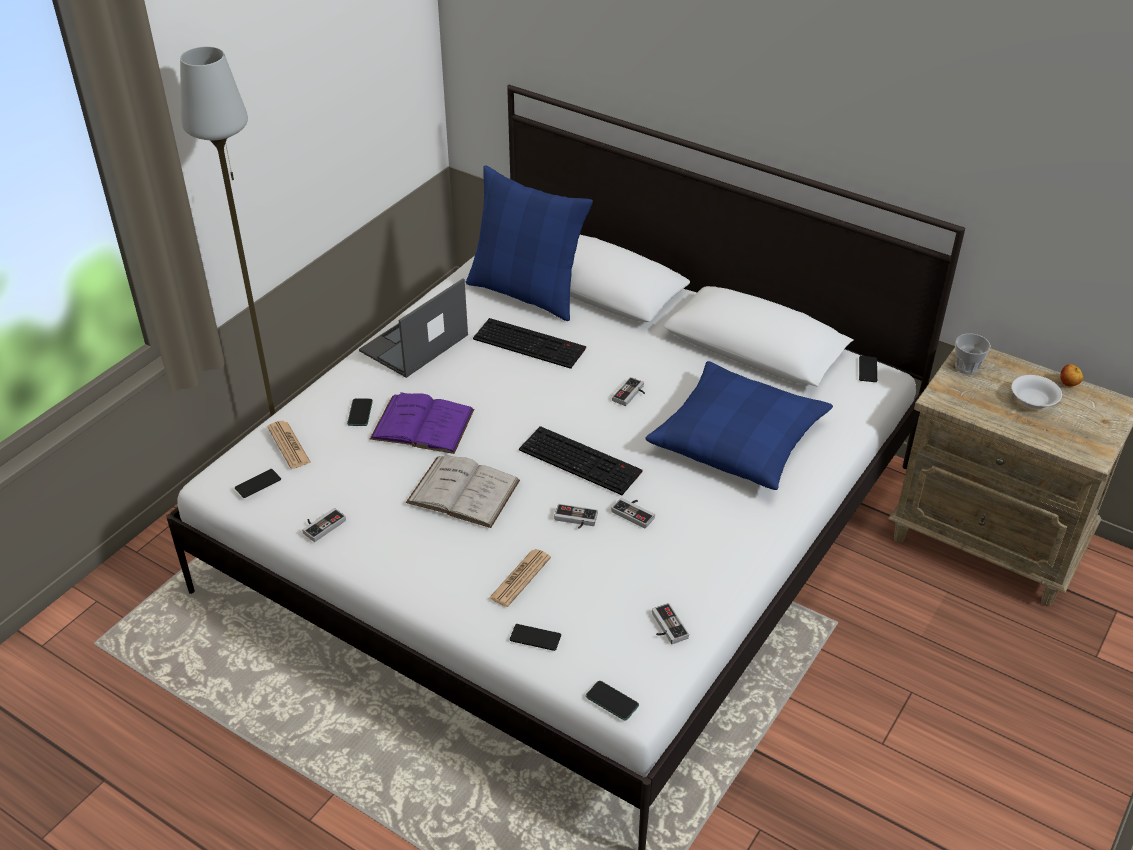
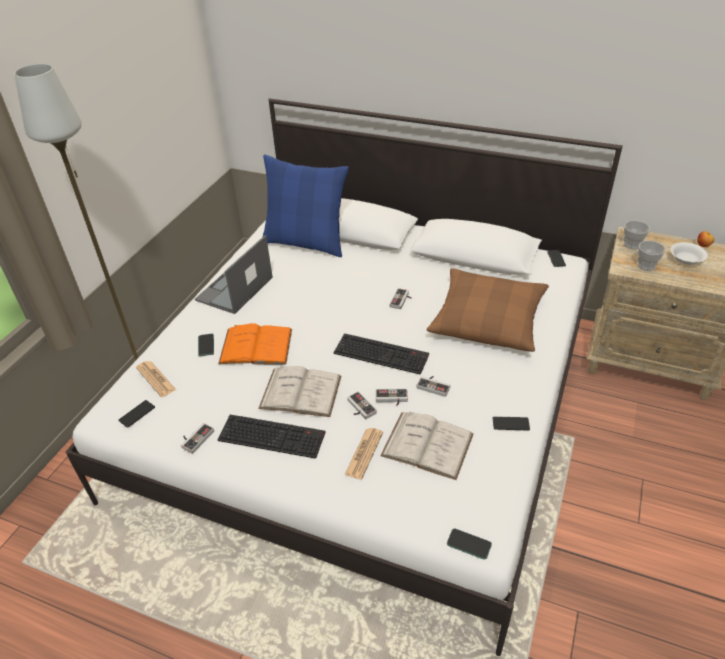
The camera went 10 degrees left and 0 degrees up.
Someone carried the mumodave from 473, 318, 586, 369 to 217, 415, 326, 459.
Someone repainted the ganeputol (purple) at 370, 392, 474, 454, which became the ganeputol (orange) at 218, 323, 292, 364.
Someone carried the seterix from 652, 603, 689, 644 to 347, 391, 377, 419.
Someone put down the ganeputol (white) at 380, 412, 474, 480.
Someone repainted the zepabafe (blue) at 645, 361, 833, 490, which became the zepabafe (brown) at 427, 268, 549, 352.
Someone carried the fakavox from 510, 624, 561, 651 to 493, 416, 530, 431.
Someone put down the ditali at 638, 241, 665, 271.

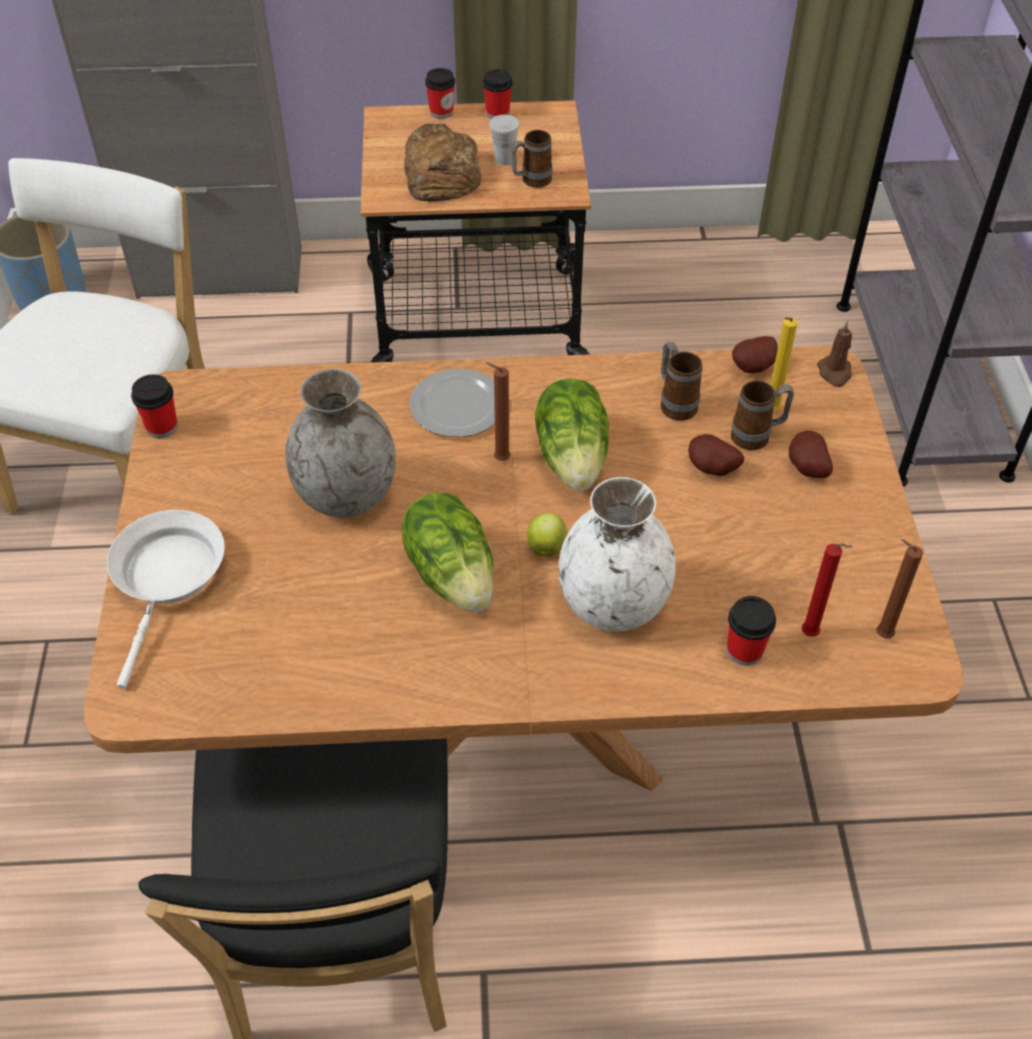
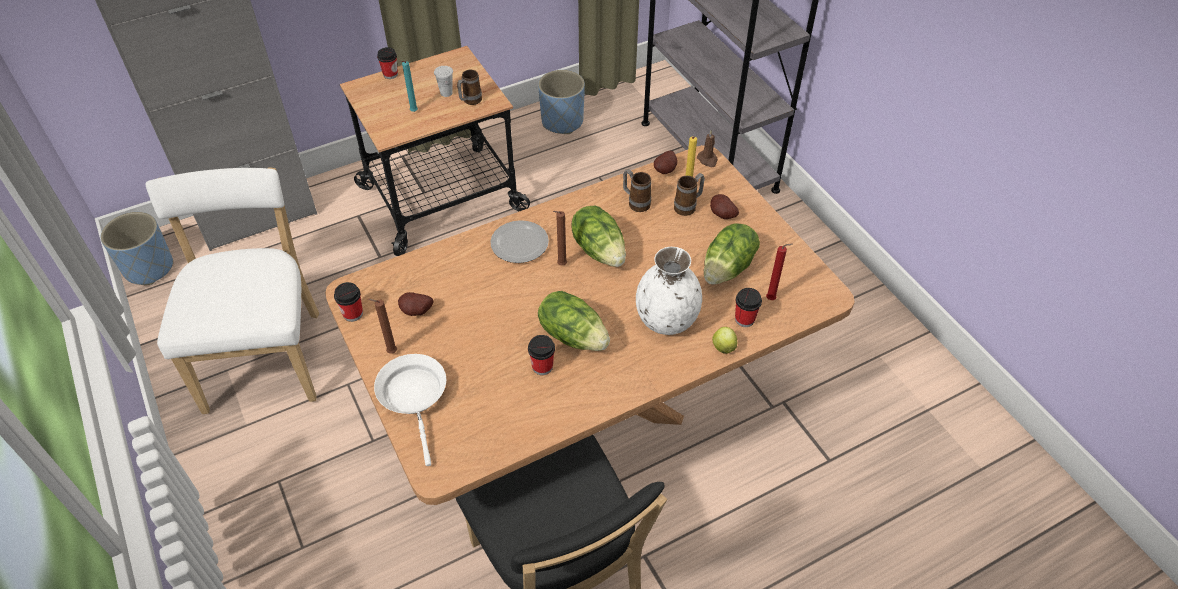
The camera went 25 degrees left and 0 degrees up.
Someone carried the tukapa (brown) from 876, 539, 923, 638 to 368, 299, 397, 354.
Someone carried the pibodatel from 688, 434, 744, 476 to 398, 292, 434, 316.
Someone swapped the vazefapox at 404, 124, 482, 201 for the tukapa (turquoise) at 401, 61, 418, 112.
Someone carried the ditali from 483, 69, 513, 119 to 528, 335, 555, 375.
Someone put down the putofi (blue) at 538, 70, 585, 134.
Someone put down the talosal at 704, 223, 760, 284.
Someone carried the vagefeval from 527, 513, 567, 557 to 712, 327, 737, 354.
Someone took away the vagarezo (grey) at 286, 369, 396, 518.

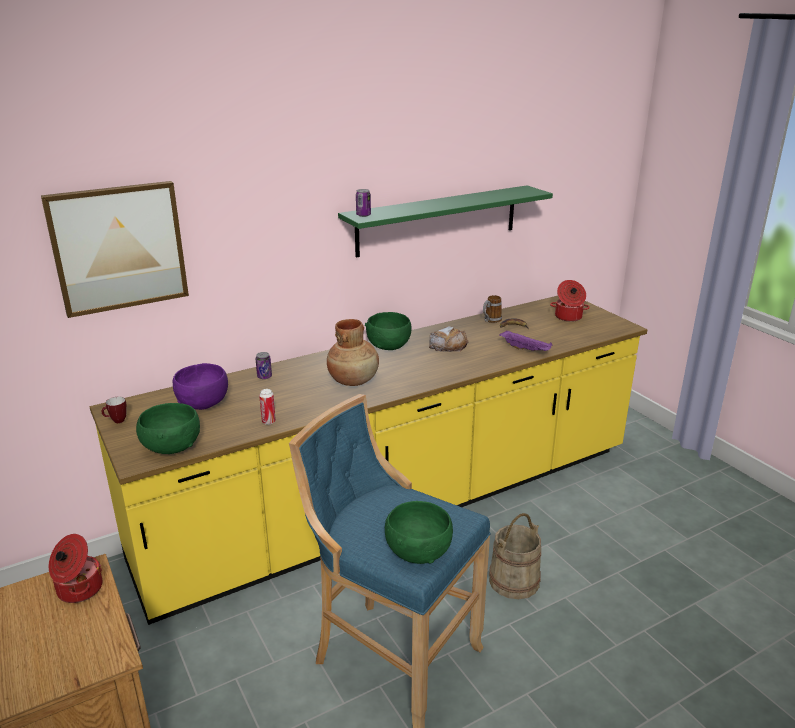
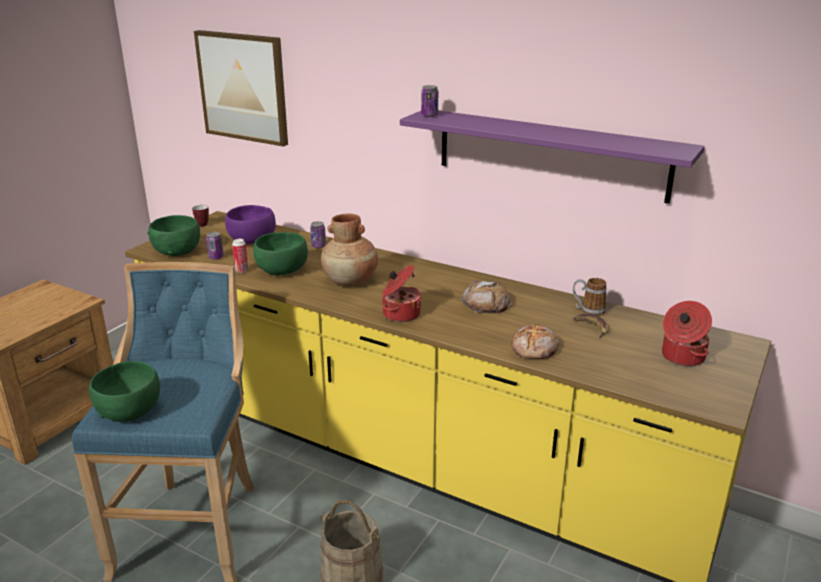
The camera went 60 degrees right and 0 degrees up.
Someone put down the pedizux at 206, 232, 224, 260.
Someone carried the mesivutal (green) from 365, 312, 412, 350 to 253, 232, 308, 276.
Someone carried the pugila from 49, 534, 102, 603 to 382, 265, 421, 322.
Someone repainted the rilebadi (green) at 338, 185, 553, 258, which became the rilebadi (purple) at 400, 111, 705, 204.
Someone swapped the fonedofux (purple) at 499, 330, 552, 351 for the vazefapox at 511, 324, 559, 359.

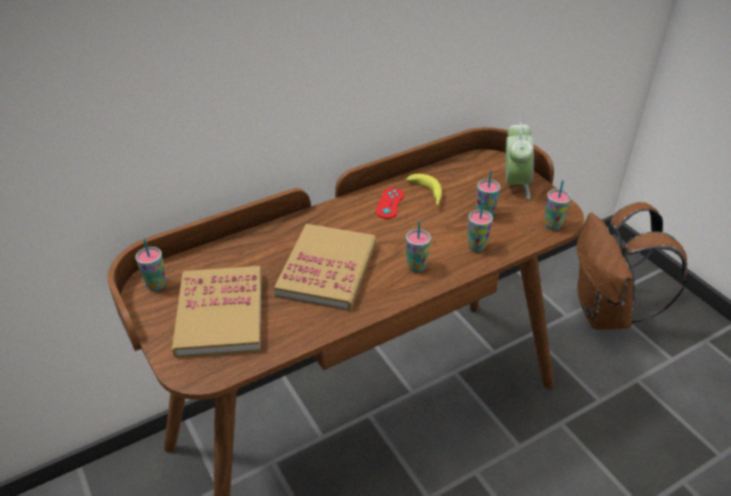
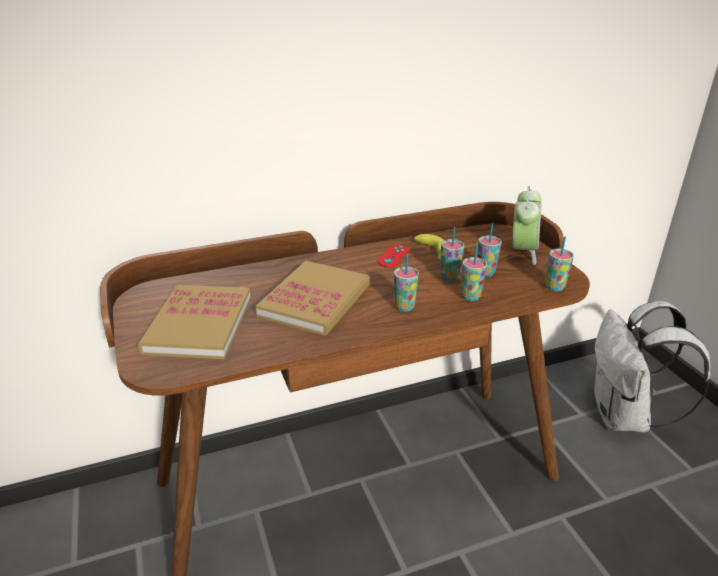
The camera went 10 degrees right and 10 degrees down.
Someone carried the ditali from 135, 239, 166, 291 to 441, 227, 465, 281.
Someone repainted the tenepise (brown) at 577, 202, 687, 330, which became the tenepise (white) at 594, 301, 711, 432.

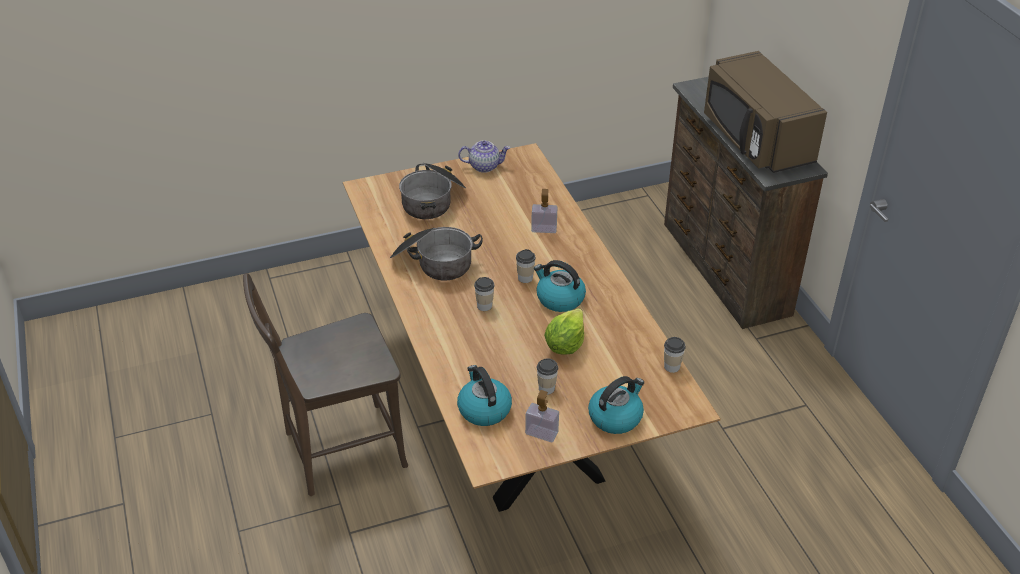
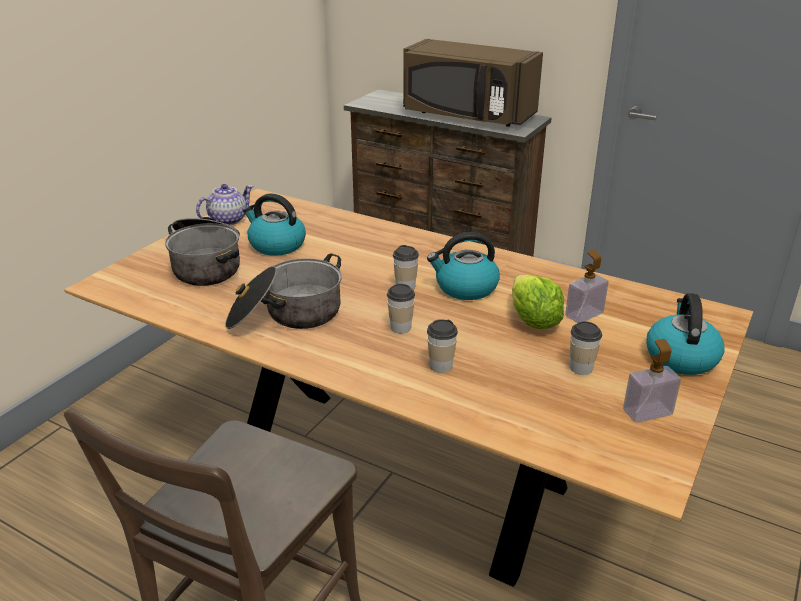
The camera went 40 degrees left and 10 degrees down.
Someone carried the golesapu from 457, 365, 512, 426 to 243, 193, 306, 256.
Someone carried the ditali from 664, 337, 686, 373 to 427, 319, 458, 373.
Someone carried the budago from 531, 189, 557, 233 to 565, 250, 608, 323.

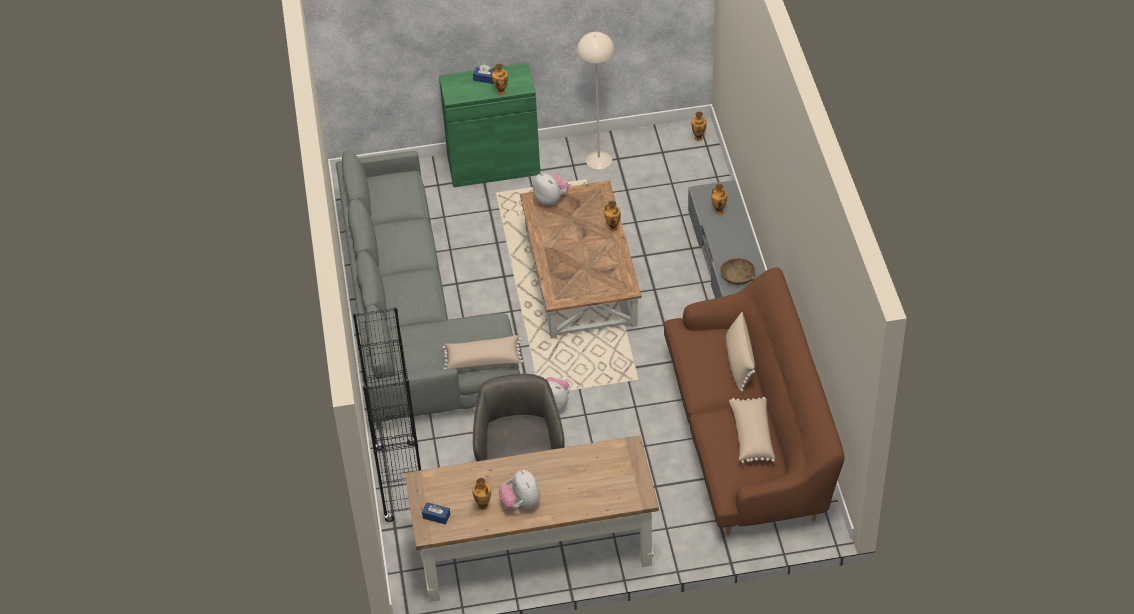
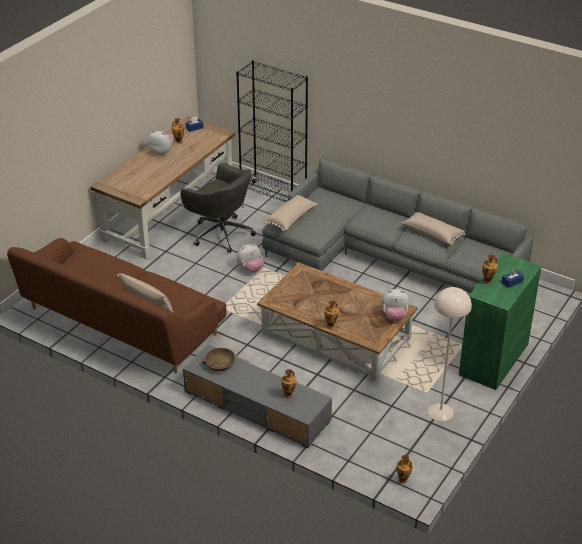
The camera went 130 degrees right and 10 degrees down.
Someone carried the zepabafe (beige) from 729, 397, 775, 464 to 402, 212, 465, 245.

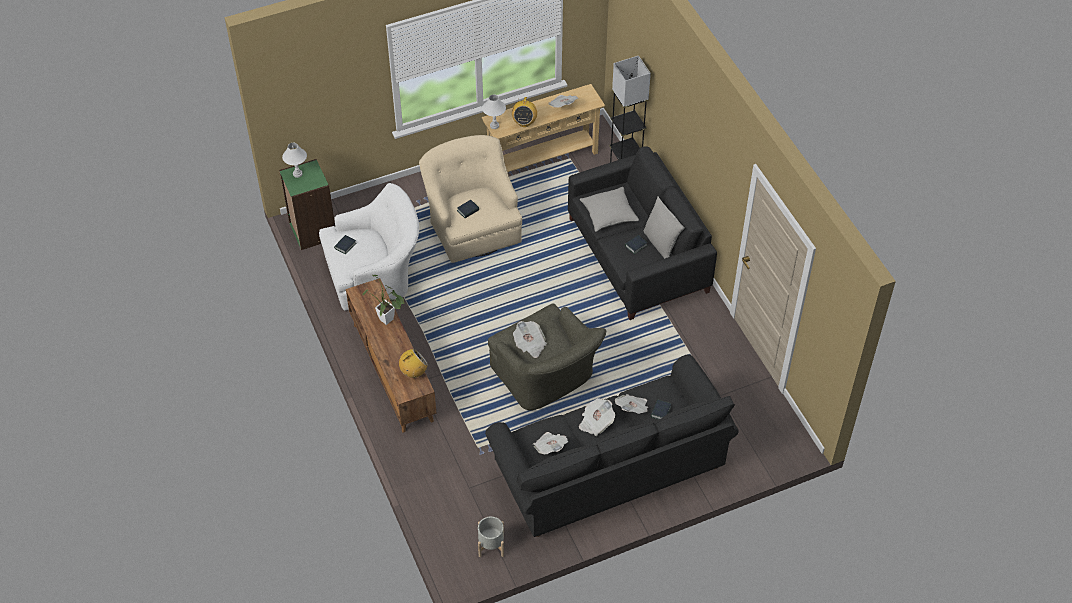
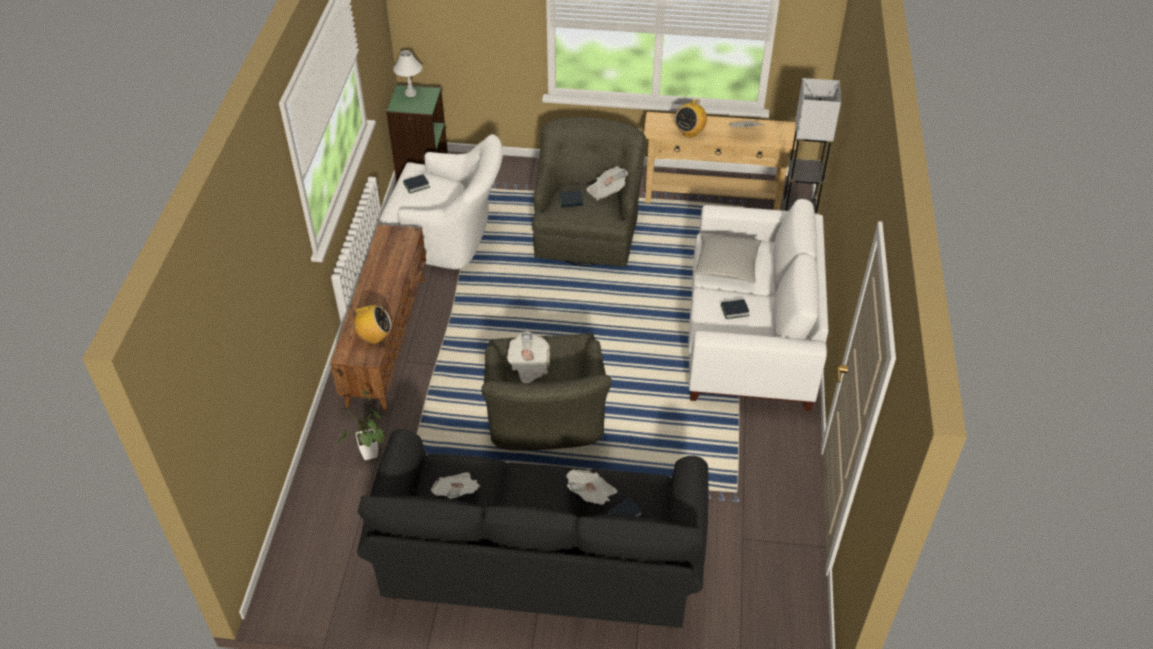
The camera went 30 degrees right and 5 degrees down.
Someone carried the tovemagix from 362, 275, 405, 325 to 337, 390, 384, 460.
Someone repainted the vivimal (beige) at 419, 135, 522, 263, which became the vivimal (green) at 532, 117, 646, 267.
Someone carried the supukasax from 579, 398, 615, 436 to 587, 166, 628, 201.
Someone repainted the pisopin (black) at 568, 146, 717, 320, which became the pisopin (white) at 688, 199, 828, 411.
Someone took away the putofi (grey) at 478, 516, 504, 557.
Someone took away the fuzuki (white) at 482, 94, 506, 129.
Someone took away the zepabafe (grey) at 643, 197, 685, 259.

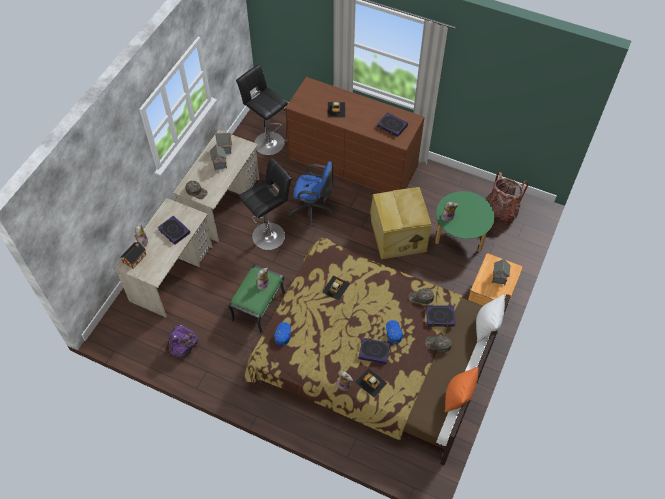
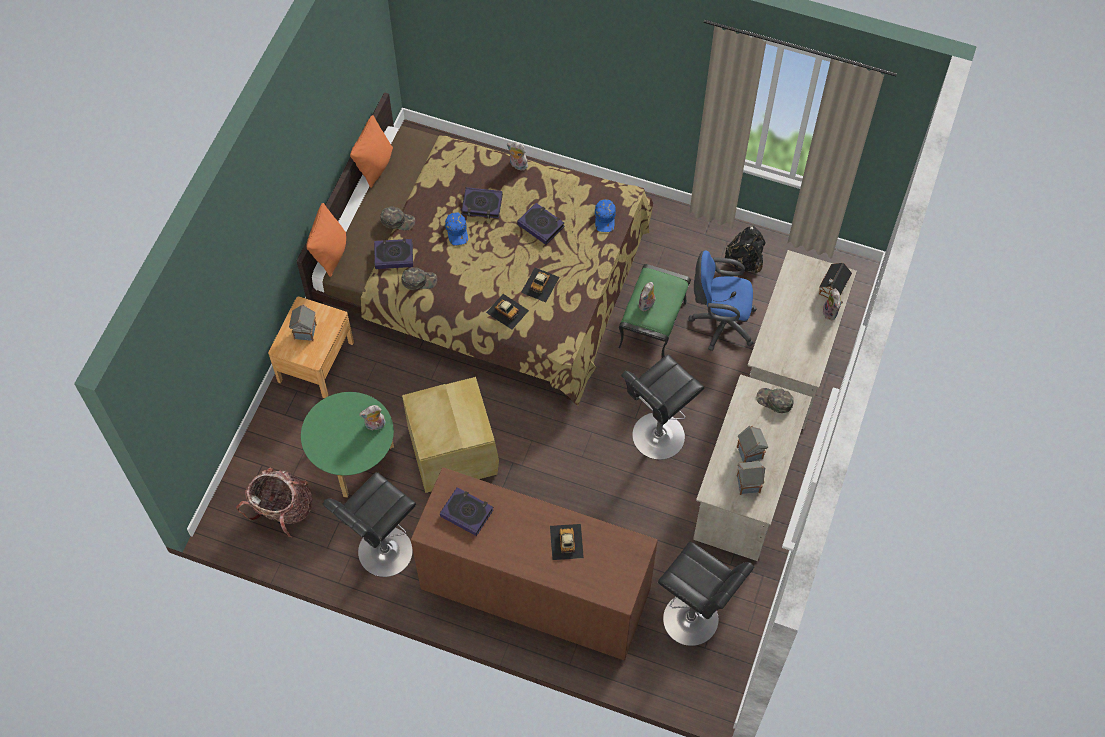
The camera went 175 degrees right and 5 degrees up.
Someone repainted the zepabafe (white) at 476, 295, 505, 342, which became the zepabafe (orange) at 307, 203, 346, 277.
Someone put down the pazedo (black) at 322, 472, 416, 577.
Someone carried the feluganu from 355, 368, 387, 398 to 486, 294, 529, 329.
Someone carried the ganeputol from 158, 216, 190, 245 to 517, 203, 564, 245.
Someone carried the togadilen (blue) from 288, 161, 334, 226 to 689, 251, 757, 351.
Someone repainted the tenepise (purple) at 165, 325, 199, 357, which became the tenepise (black) at 725, 226, 766, 273.

